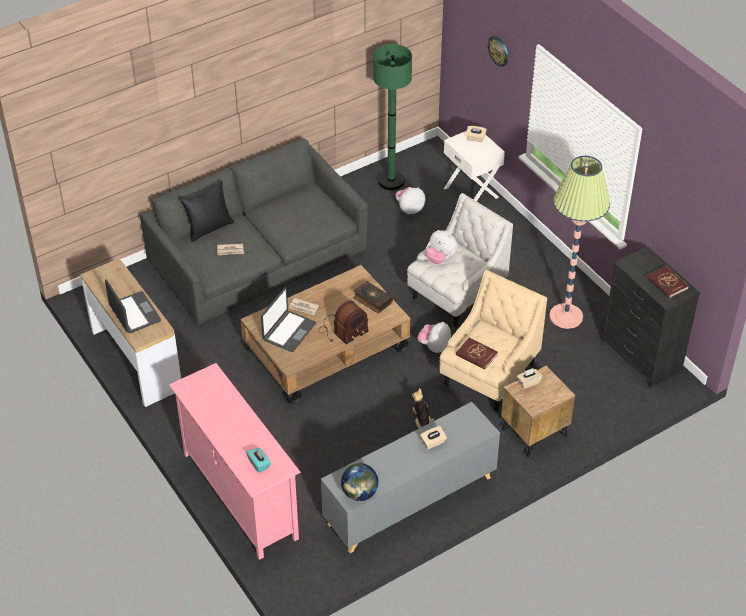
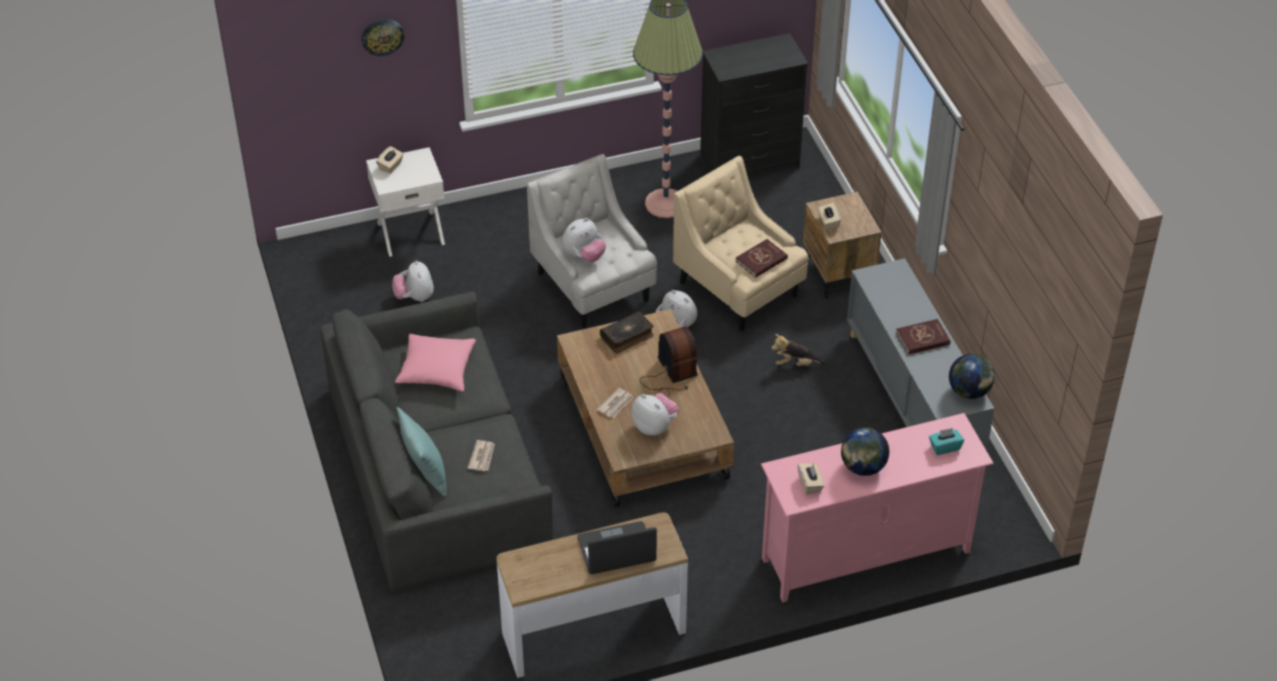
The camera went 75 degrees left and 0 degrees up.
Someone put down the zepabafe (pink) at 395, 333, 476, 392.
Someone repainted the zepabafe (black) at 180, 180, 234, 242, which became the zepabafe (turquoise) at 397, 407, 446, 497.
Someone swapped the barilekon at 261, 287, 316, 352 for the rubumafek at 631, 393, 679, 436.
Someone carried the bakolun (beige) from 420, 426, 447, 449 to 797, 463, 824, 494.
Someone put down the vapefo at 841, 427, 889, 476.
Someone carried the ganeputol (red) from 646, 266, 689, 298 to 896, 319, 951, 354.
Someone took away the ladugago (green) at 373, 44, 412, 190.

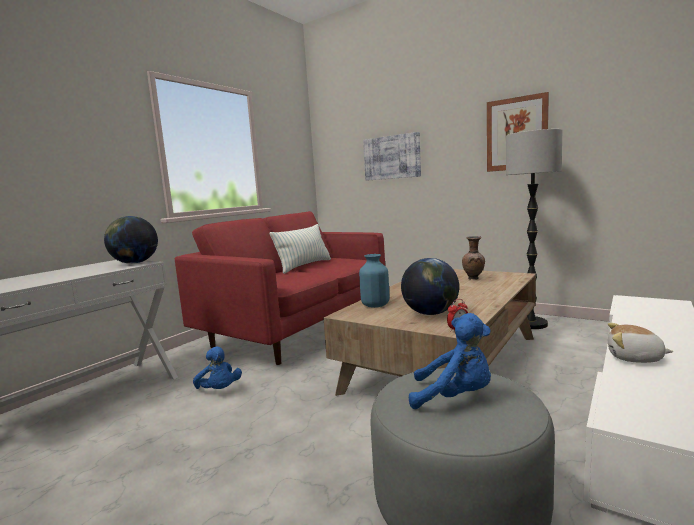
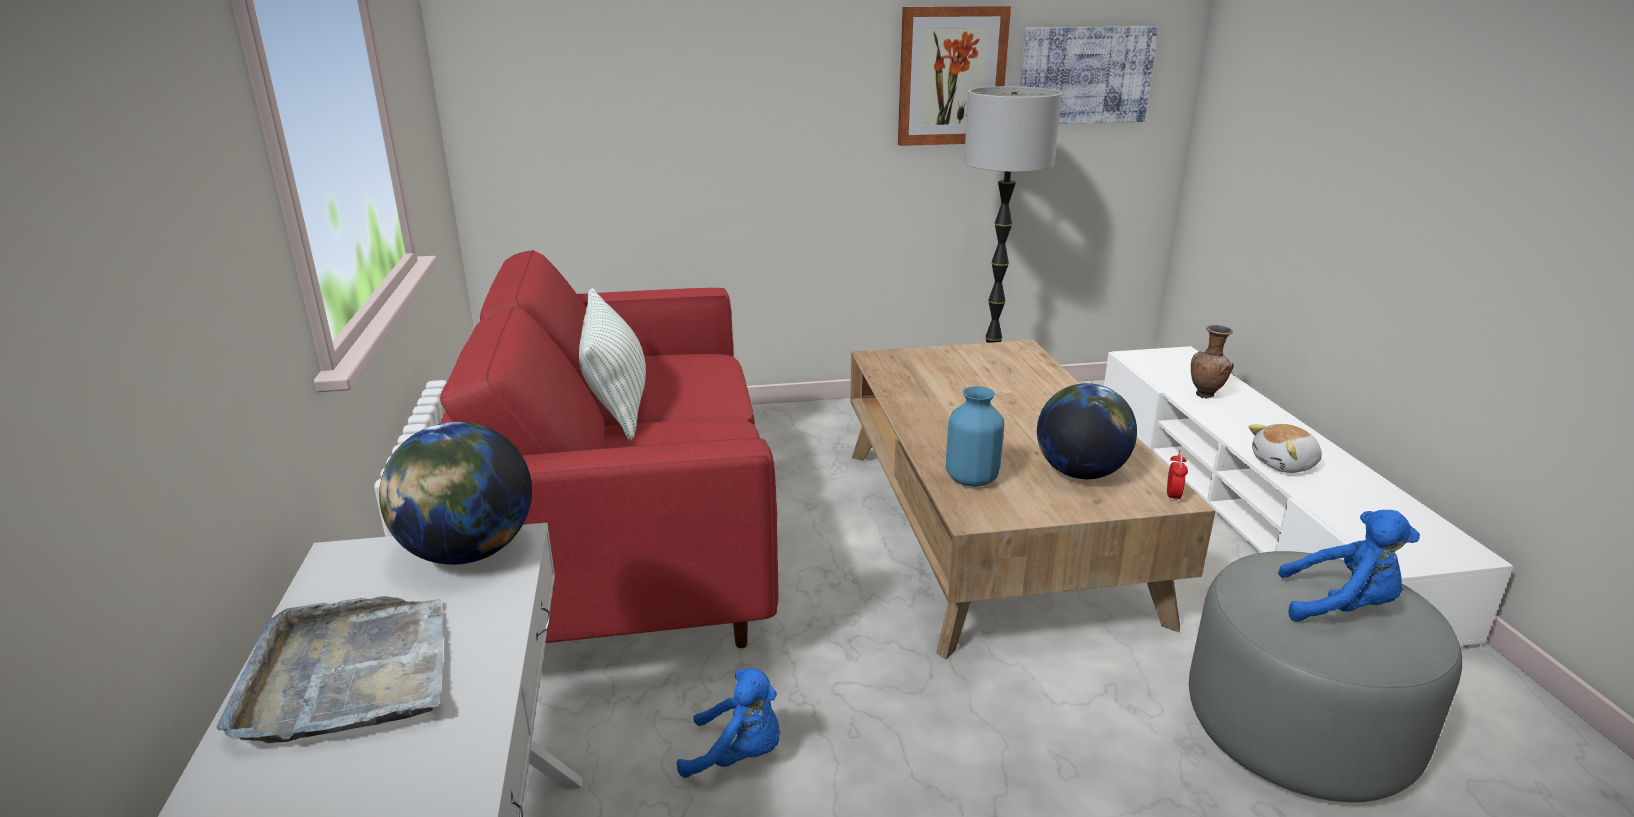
The camera went 45 degrees left and 15 degrees up.
Someone put down the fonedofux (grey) at 216, 596, 443, 743.
Someone carried the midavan from 363, 132, 421, 181 to 1020, 26, 1158, 124.
Someone carried the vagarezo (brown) from 462, 236, 485, 280 to 1191, 325, 1234, 398.
Someone rotated the rubumafek (blue) at 409, 313, 491, 409 by 45 degrees clockwise.

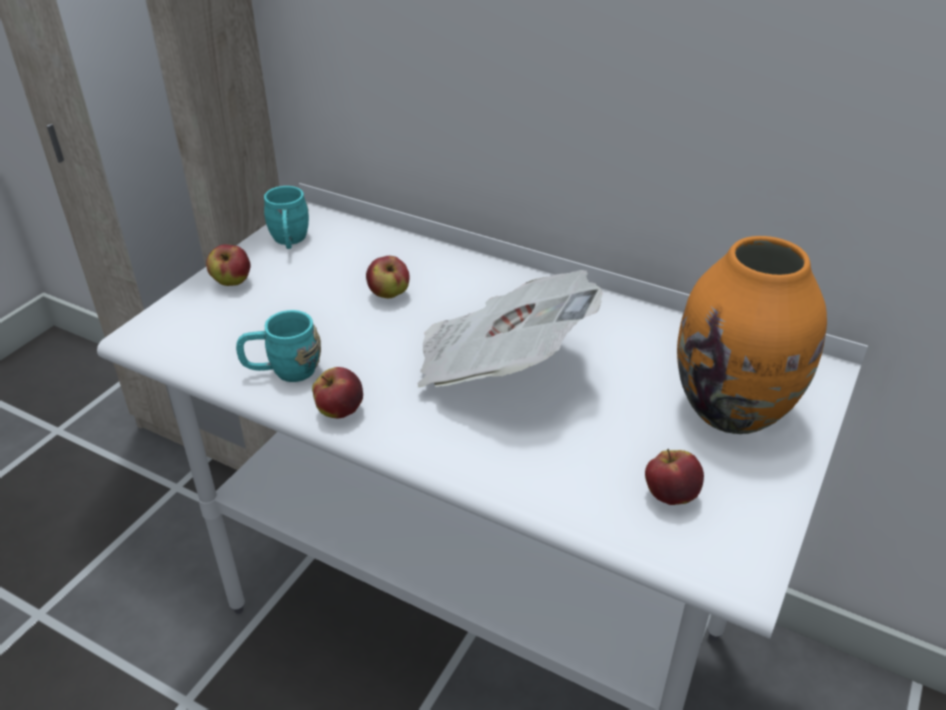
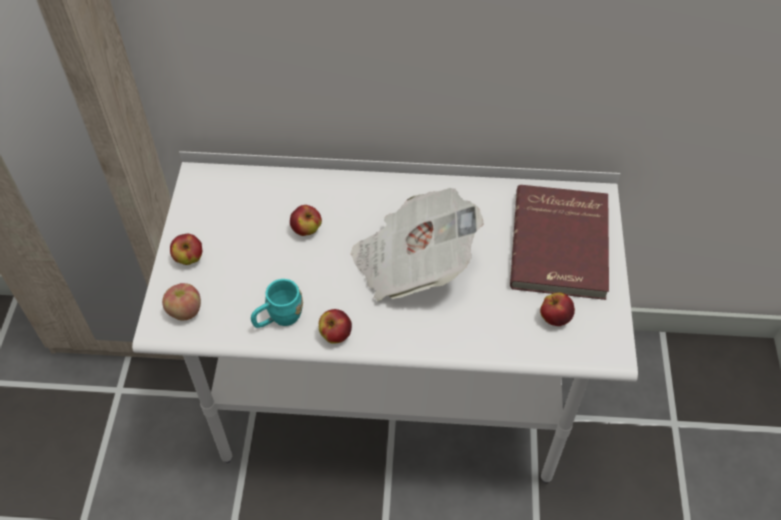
The camera went 25 degrees left and 15 degrees up.
Someone put down the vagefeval at 162, 283, 201, 321.
Someone swapped the vagarezo (orange) at 677, 236, 827, 434 for the ganeputol (red) at 510, 185, 609, 300.
Someone took away the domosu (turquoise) at 264, 186, 309, 249.

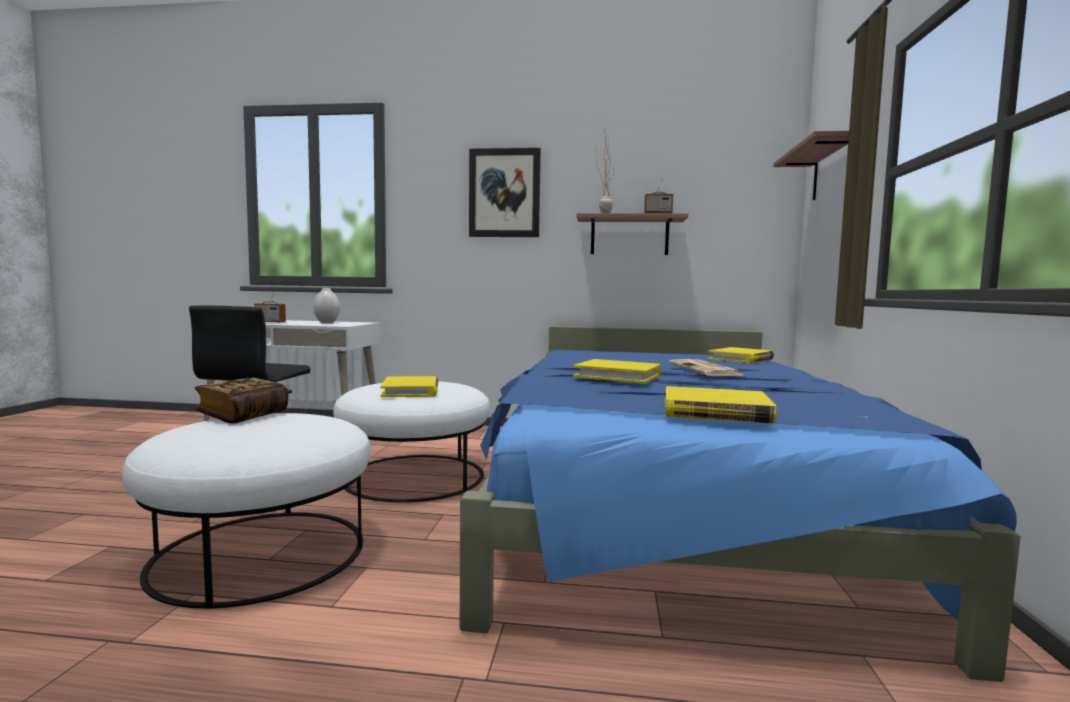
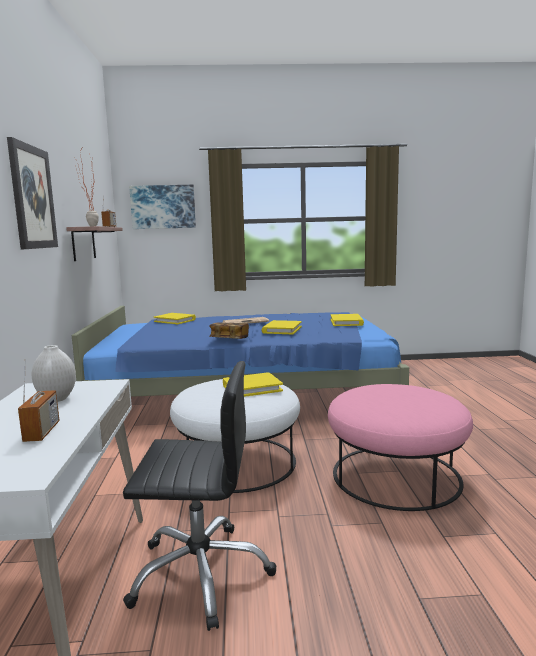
The camera went 100 degrees left and 5 degrees up.
Someone swapped the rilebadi at 773, 131, 849, 200 for the midavan at 129, 185, 196, 229.
Someone carried the ganeputol from 195, 377, 288, 424 to 209, 323, 249, 339.
Someone repainted the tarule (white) at 122, 413, 371, 608, which became the tarule (pink) at 328, 384, 473, 511.

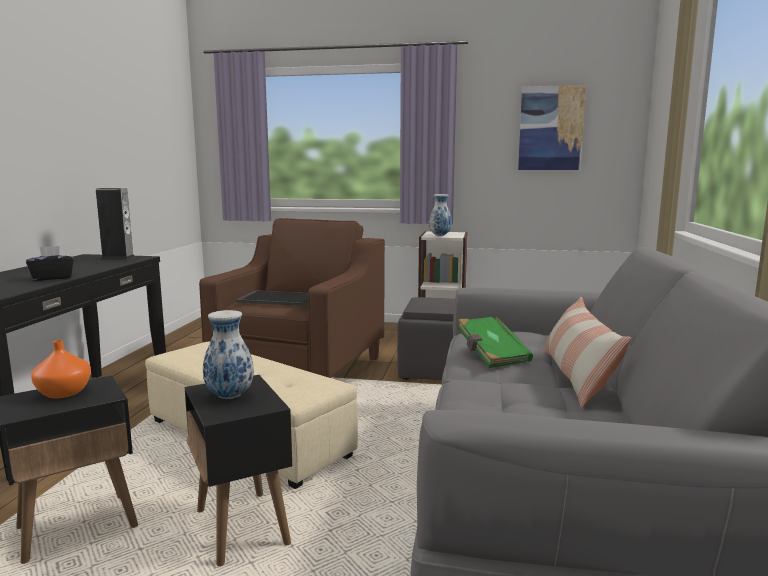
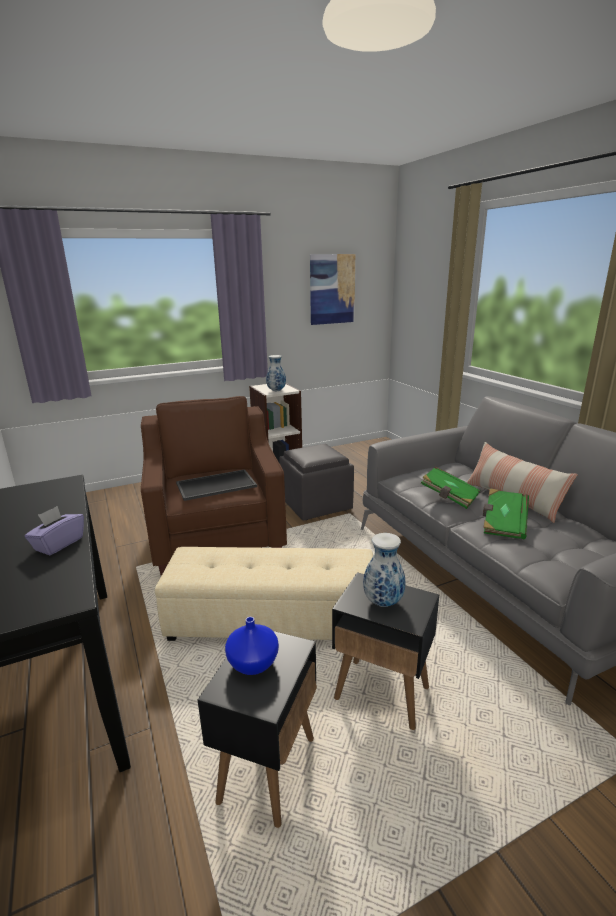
The camera went 35 degrees left and 10 degrees up.
Someone repainted the bakolun (black) at 26, 246, 74, 281, which became the bakolun (purple) at 24, 506, 84, 555.
Someone repainted the vagarezo (orange) at 31, 340, 91, 399, which became the vagarezo (blue) at 225, 617, 279, 675.
Someone put down the ganeputol (green) at 483, 488, 529, 539.
Someone took away the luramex at 96, 188, 135, 260.

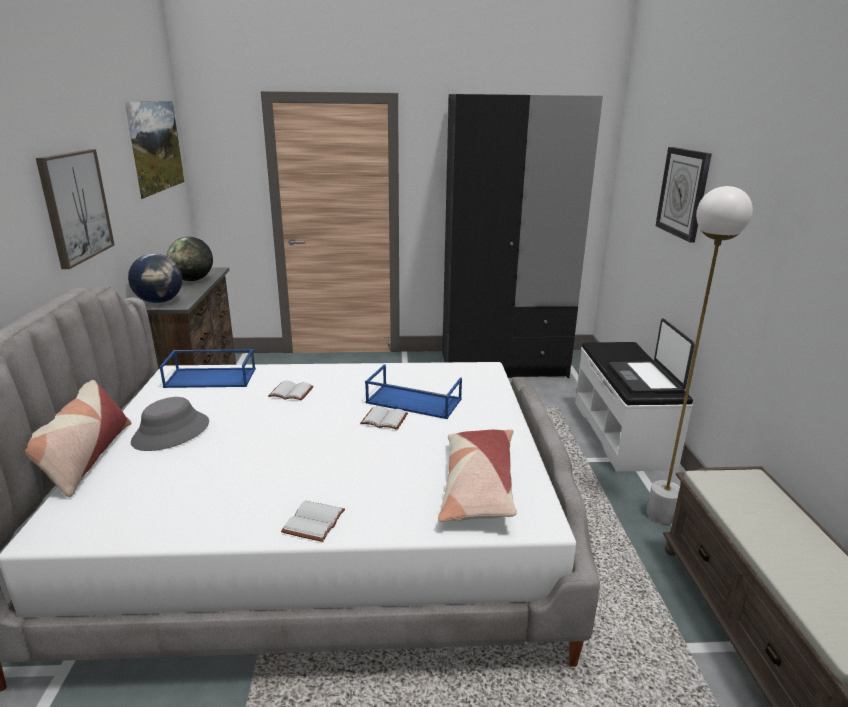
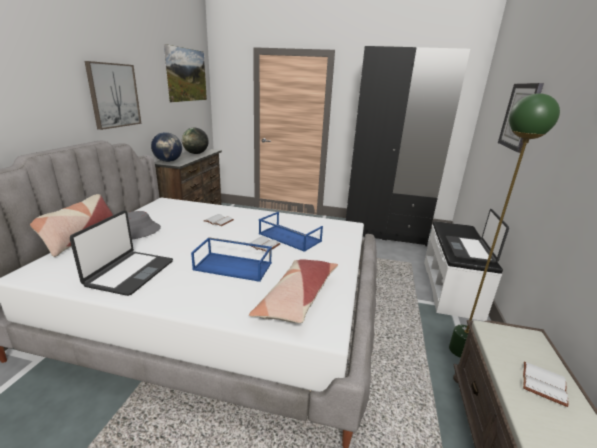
The camera went 15 degrees right and 0 degrees up.
Someone put down the barilekon at 70, 210, 173, 296.
Someone carried the fonedofux (blue) from 160, 349, 256, 388 to 191, 237, 272, 282.
Someone repainted the ladugago (white) at 646, 186, 753, 524, which became the ladugago (green) at 449, 93, 560, 358.
Someone carried the ganeputol (white) from 281, 501, 345, 542 to 523, 362, 569, 407.

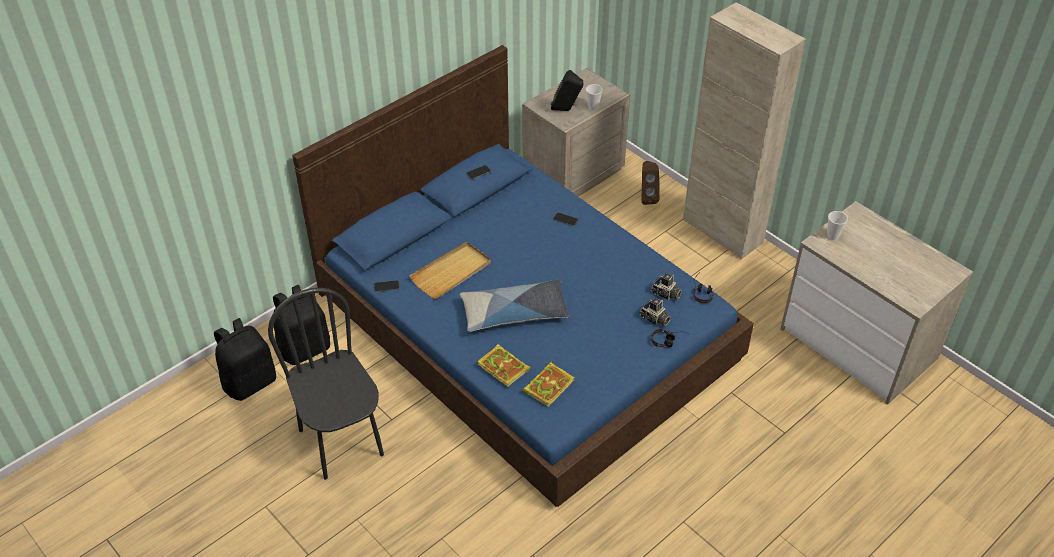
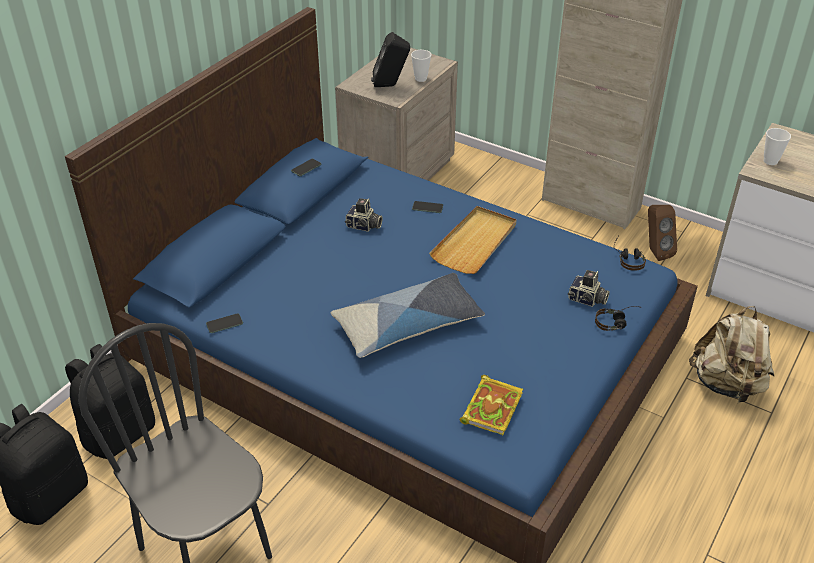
The camera went 15 degrees left and 5 degrees down.
Someone carried the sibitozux from 651, 273, 682, 300 to 345, 198, 383, 232.
Someone carried the fonedofux (beige) from 410, 241, 491, 299 to 429, 206, 517, 274.
Someone carried the luramex (brown) from 641, 161, 659, 205 to 648, 205, 677, 261.
Someone put down the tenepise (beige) at 689, 306, 774, 402.
Someone took away the ganeputol at 478, 344, 530, 387.

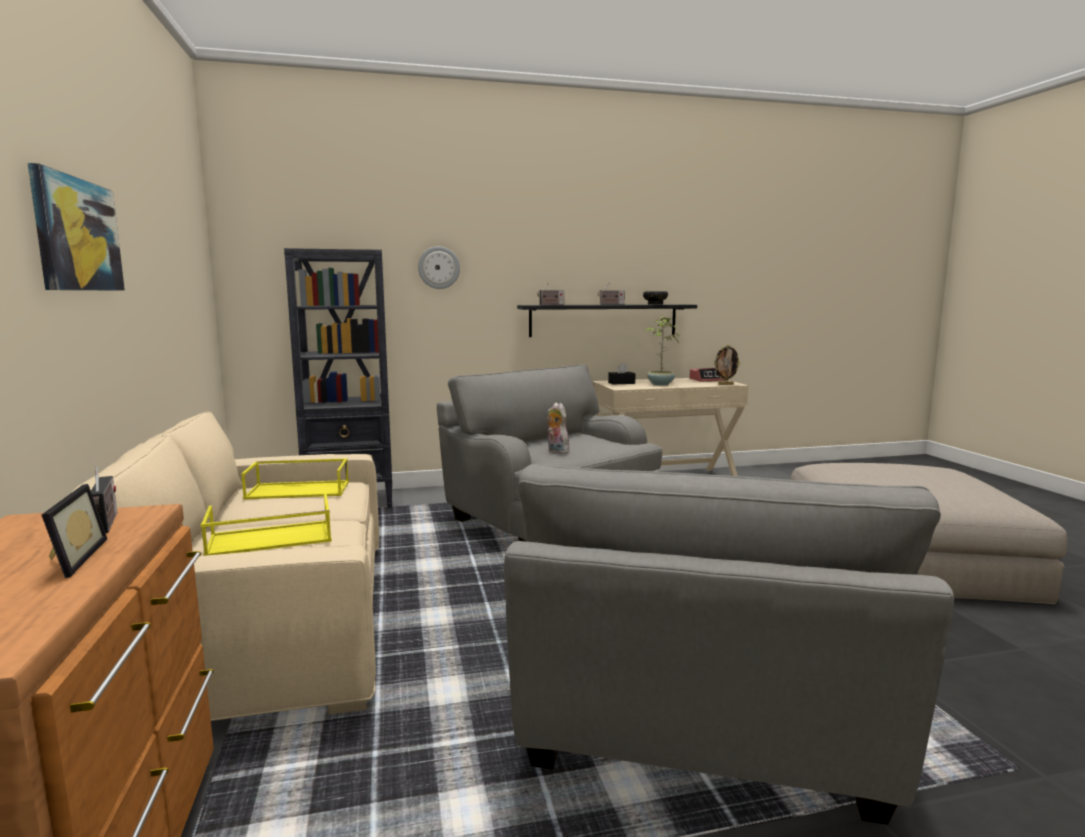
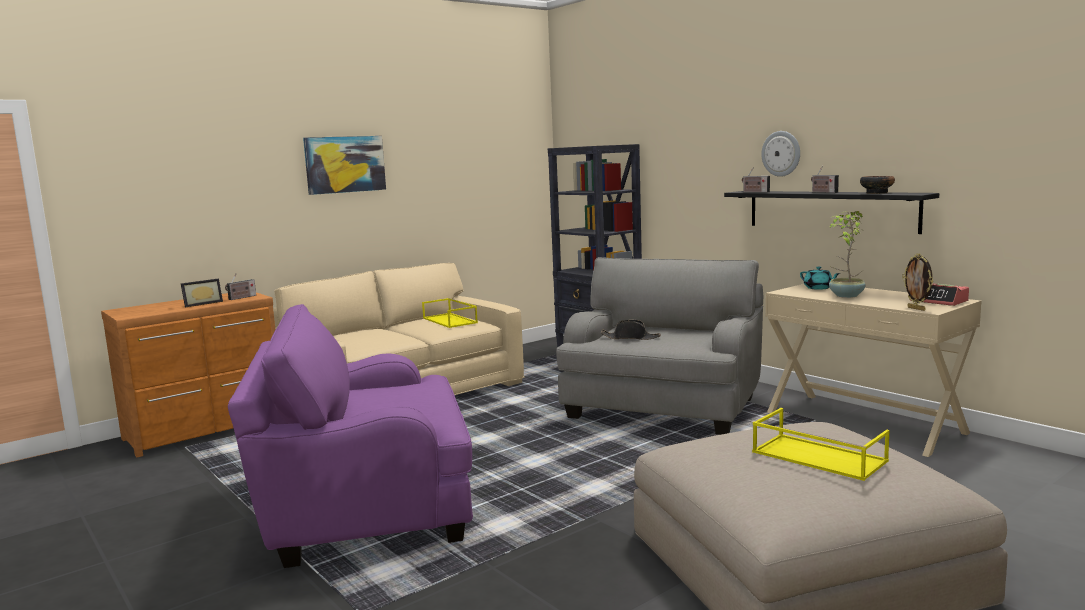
The camera went 65 degrees right and 0 degrees up.
Someone repainted the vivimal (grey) at 504, 464, 954, 825, which became the vivimal (purple) at 228, 304, 473, 568.
Someone swapped the rubumafek at 547, 403, 570, 454 for the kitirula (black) at 601, 320, 661, 340.
Someone carried the fonedofux (yellow) from 201, 494, 332, 556 to 752, 408, 889, 481.
Someone carried the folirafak from 418, 246, 460, 289 to 761, 131, 800, 177.
Someone swapped the bakolun (black) at 608, 363, 636, 385 for the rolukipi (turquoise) at 800, 267, 840, 290.

